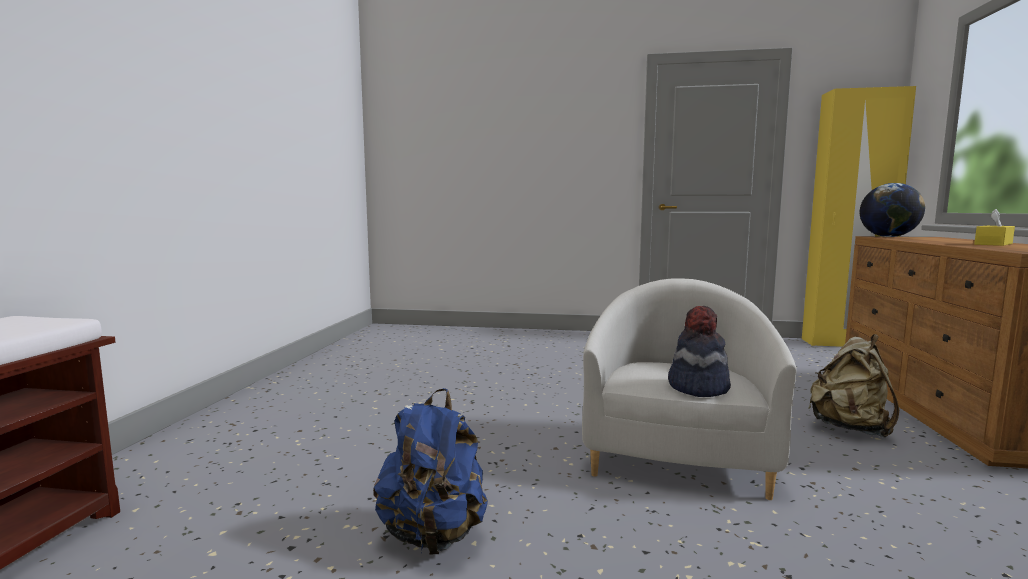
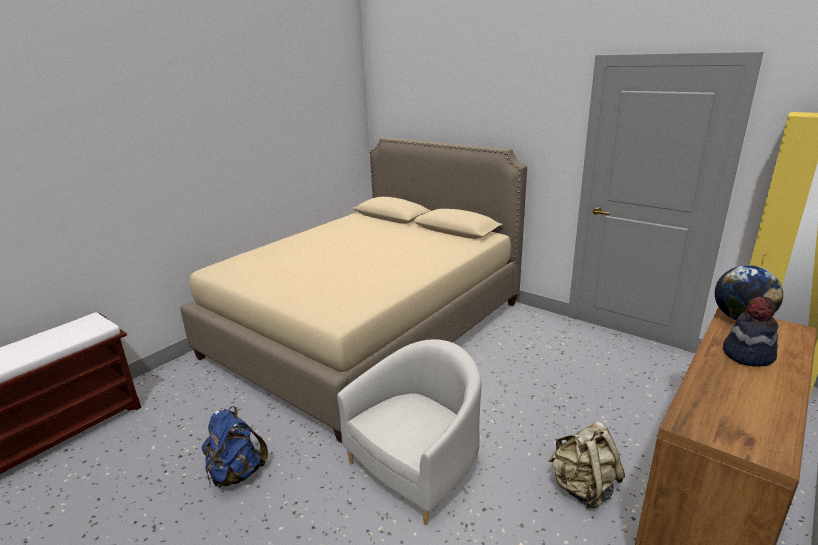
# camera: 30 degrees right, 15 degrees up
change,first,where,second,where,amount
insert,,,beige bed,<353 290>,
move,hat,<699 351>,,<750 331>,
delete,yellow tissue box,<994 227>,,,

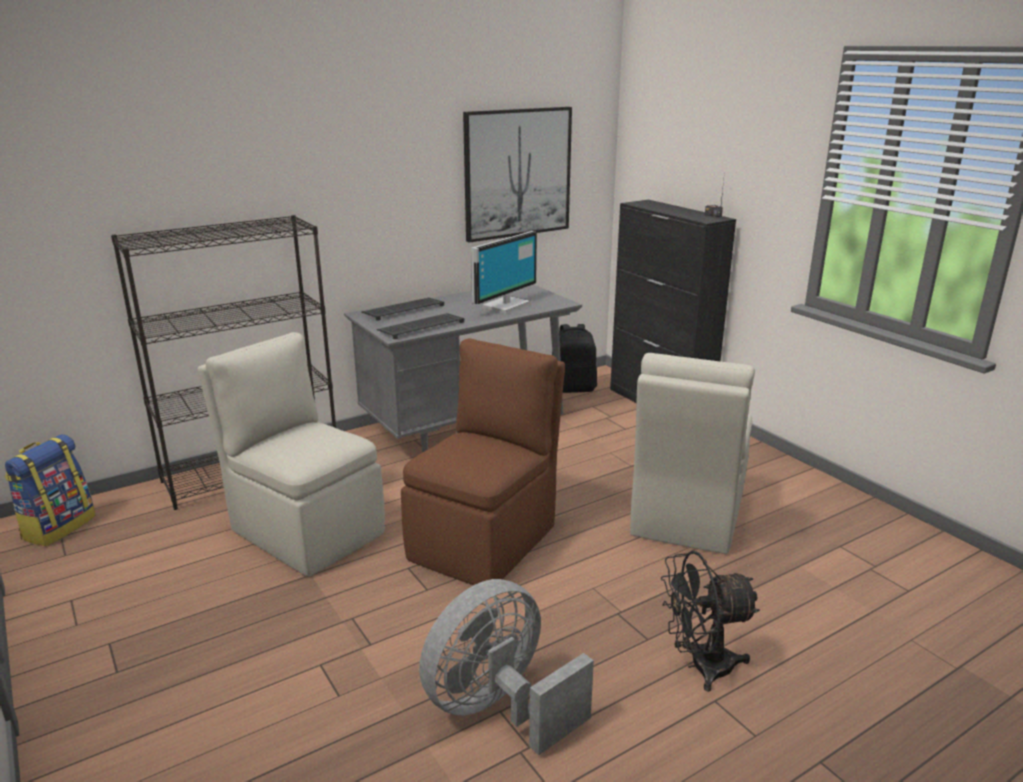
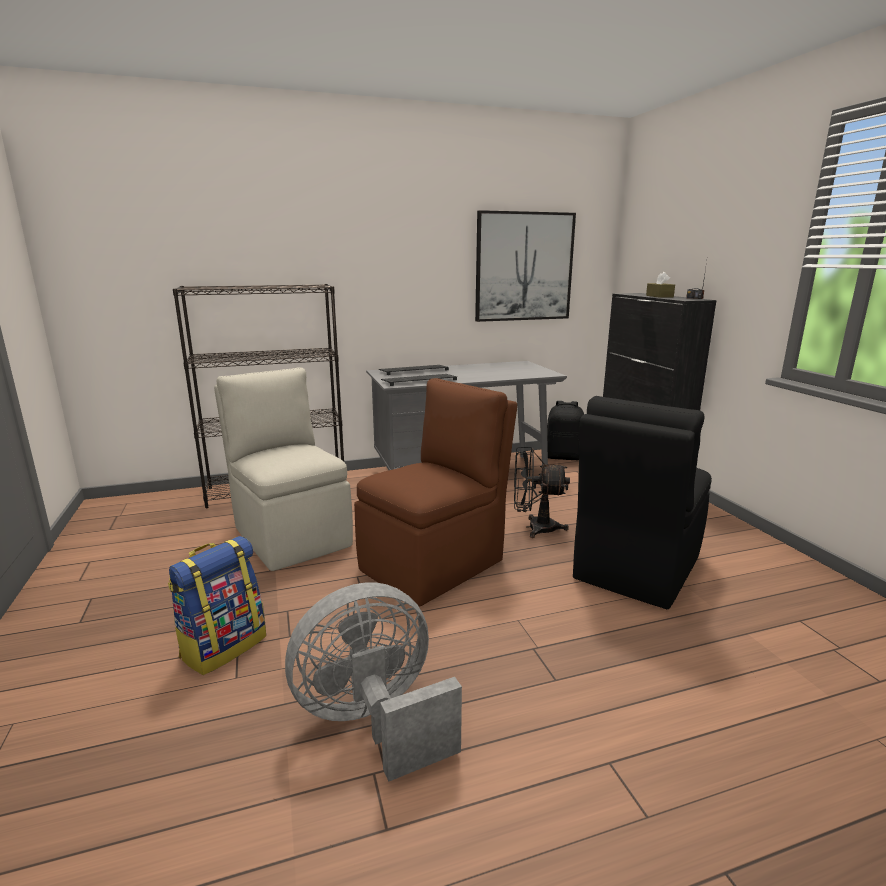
# camera: 15 degrees right, 5 degrees down
change,first,where,second,where,amount
move,backpack,<50 490>,,<217 605>,
move,black fan,<710 621>,,<542 492>,
recolor,beige chair,<692 453>,black chair,<642 502>,
insert,,,brown tissue box,<660 285>,
delete,monitor,<504 272>,,,

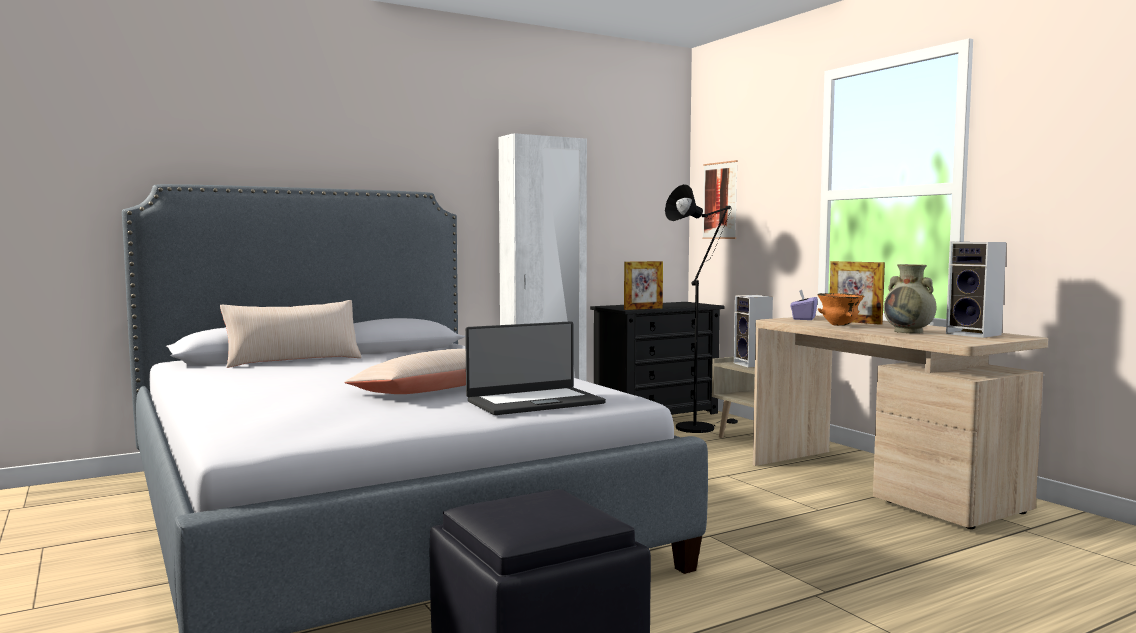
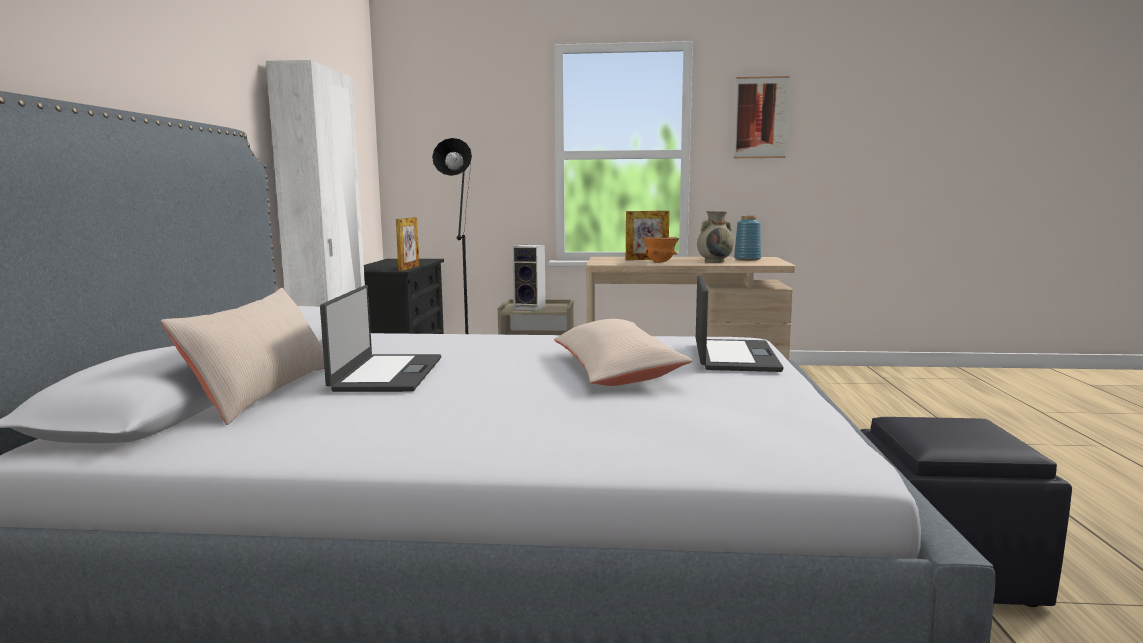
# camera: 55 degrees left, 5 degrees up
change,first,where,second,where,amount
insert,,,laptop,<380 338>,
move,picture,<720 199>,,<761 117>,
replace,speaker,<976 290>,blue vase,<747 238>,
delete,purple tissue box,<804 305>,,,

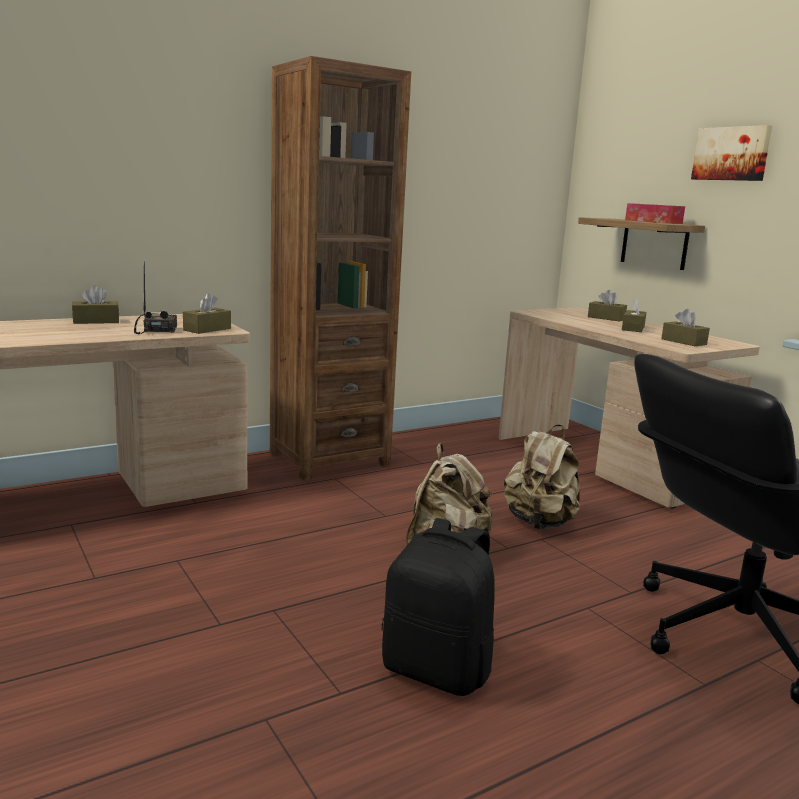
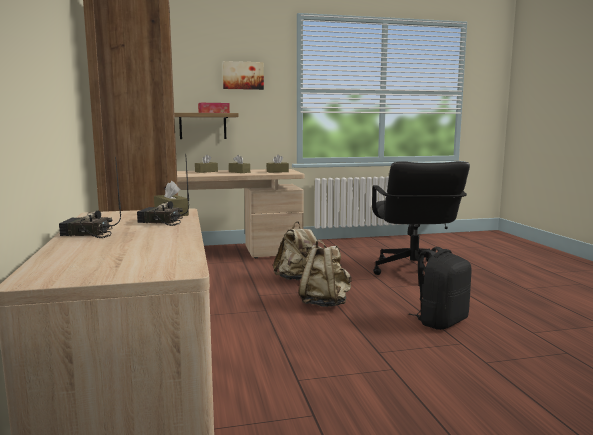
# camera: 70 degrees left, 5 degrees down
change,first,where,second,where,amount
replace,brown tissue box,<95 304>,radio,<90 197>,

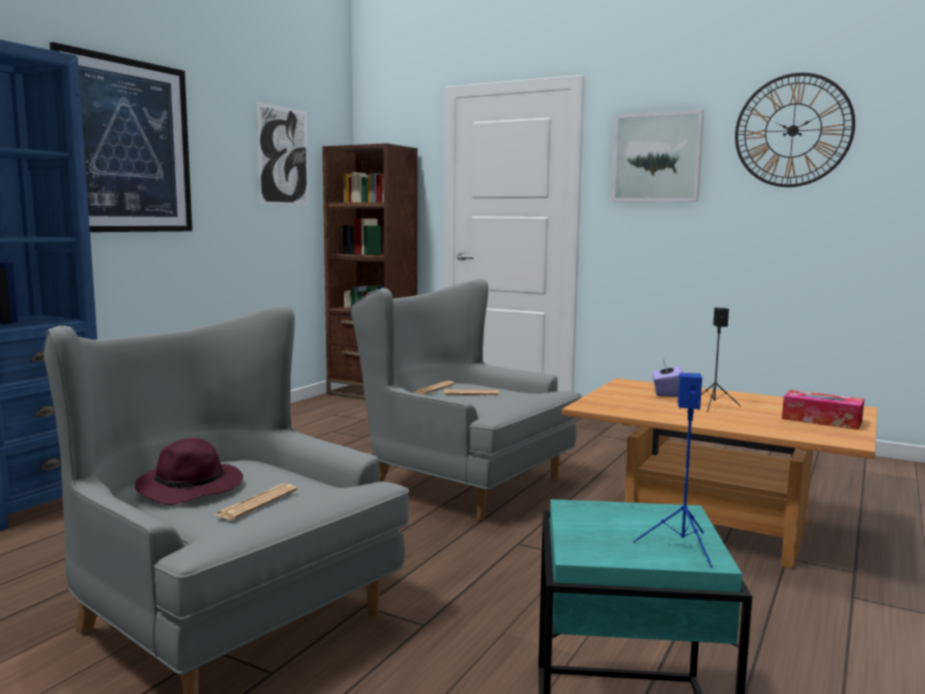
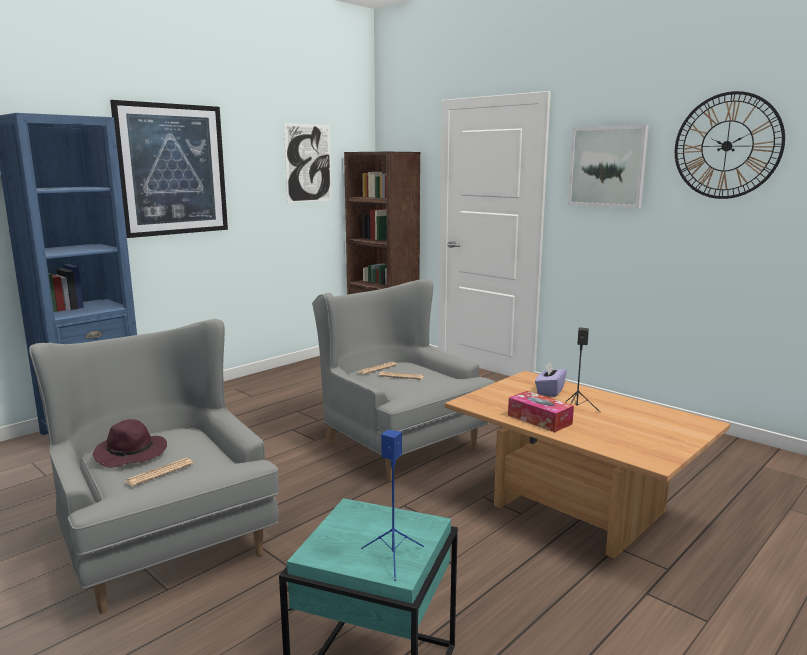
# camera: 15 degrees right, 5 degrees up
change,first,where,second,where,amount
move,tissue box,<823 410>,,<541 411>,

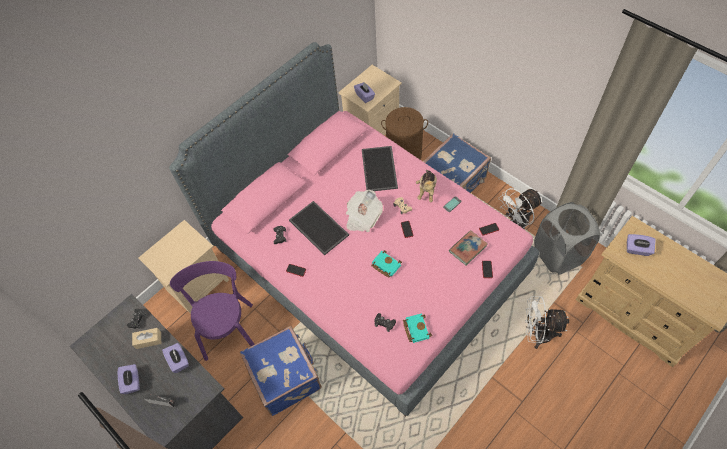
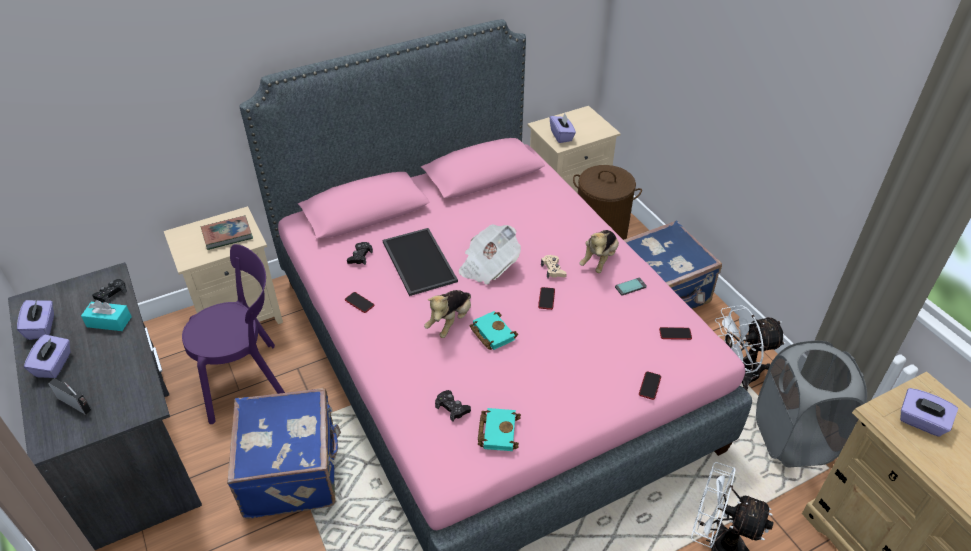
# camera: 15 degrees right, 15 degrees down
change,first,where,second,where,amount
move,purple tissue box,<175 358>,,<35 320>,
recolor,beige tissue box,<146 338>,turquoise tissue box,<106 315>,
rotate,purple chair,<212 311>,,<233 334>,60 degrees clockwise
move,book,<468 247>,,<227 232>,
insert,,,plush toy,<447 314>,
delete,tray,<380 168>,,,

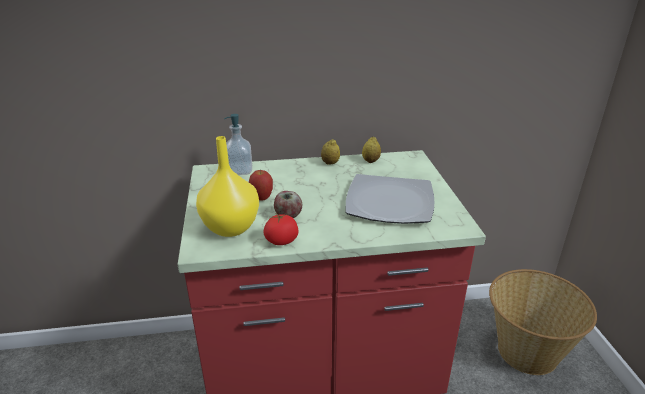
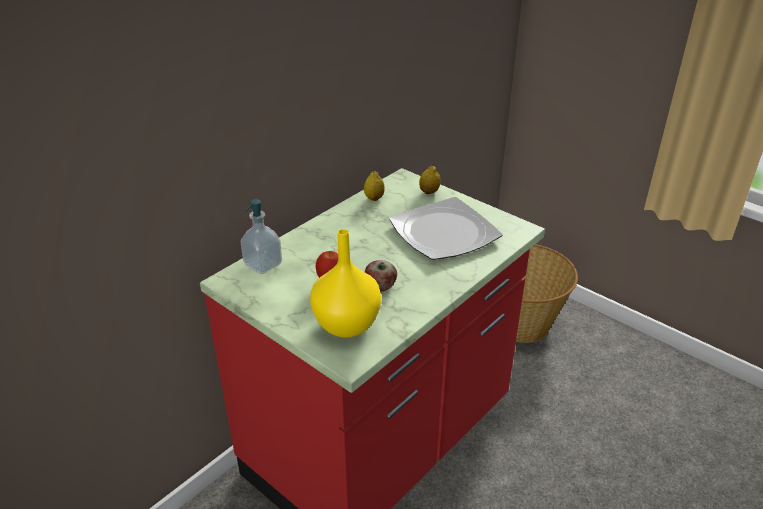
# camera: 40 degrees left, 5 degrees up
change,first,where,second,where,amount
move,lemon,<330 152>,,<430 180>,
delete,tomato,<281 229>,,,

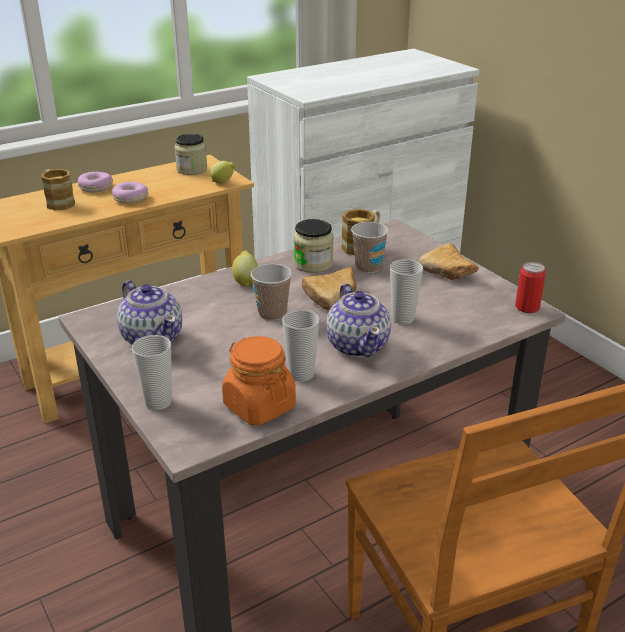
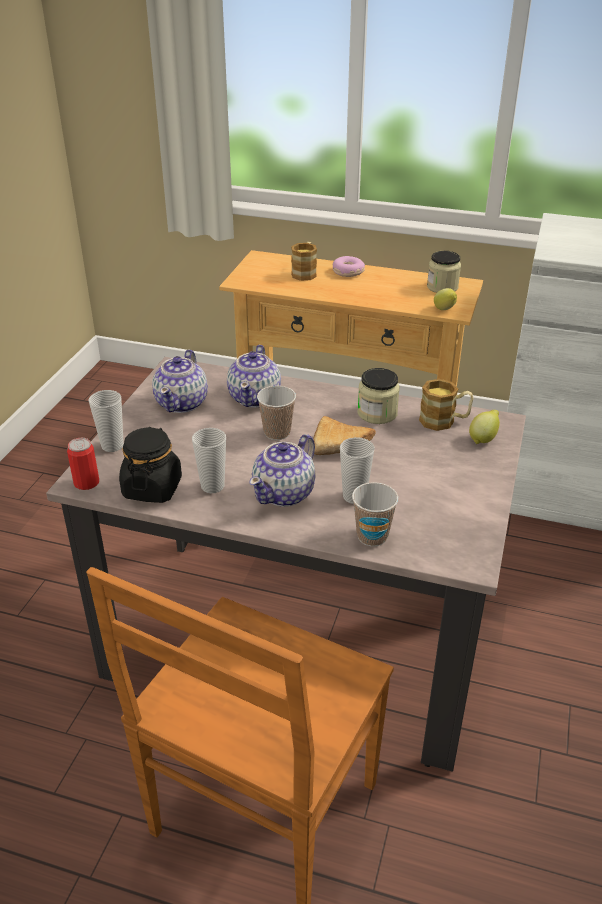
# camera: 50 degrees right, 5 degrees up
change,first,where,second,where,amount
move,can,<530 287>,,<83 464>,
recolor,orange jar,<259 380>,black jar,<150 465>,
insert,,,teapot,<254 376>,
move,cup,<370 247>,,<375 514>,
move,lemon,<245 268>,,<484 427>,
delete,donut,<130 193>,,,
delete,bread,<448 261>,,,

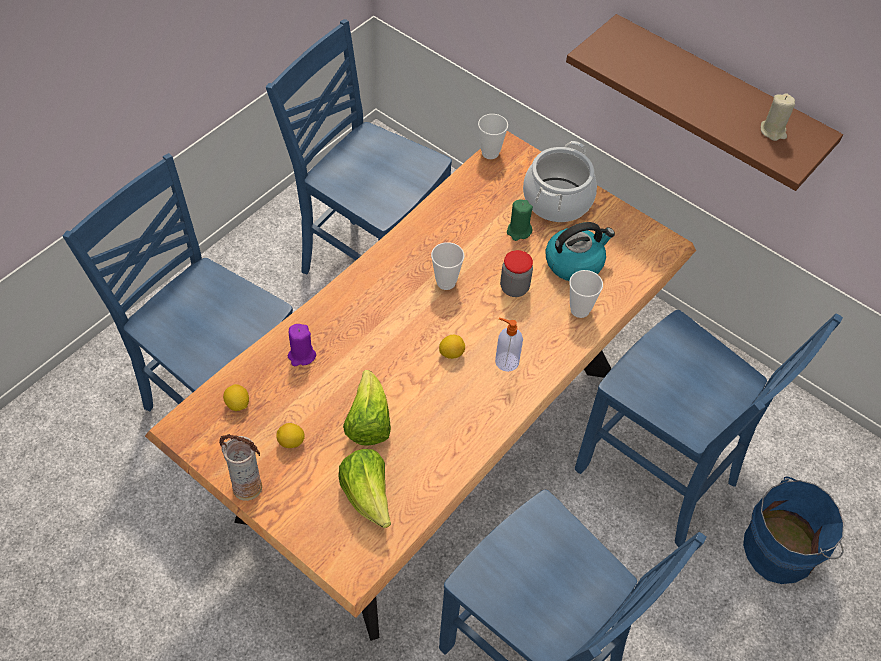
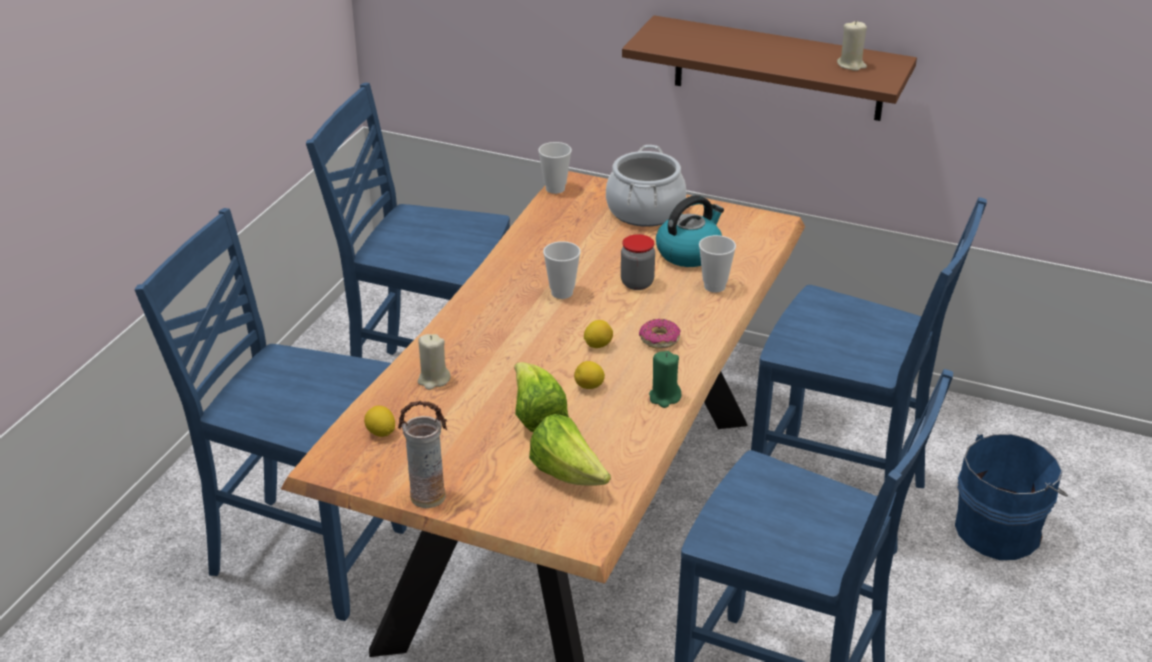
# camera: 15 degrees left, 20 degrees down
change,first,where,second,where,amount
recolor,purple candle,<302 345>,beige candle,<434 362>,
move,lemon,<290 435>,,<589 375>,
replace,soap dispenser,<509 345>,donut,<660 334>,
move,green candle,<520 220>,,<665 379>,

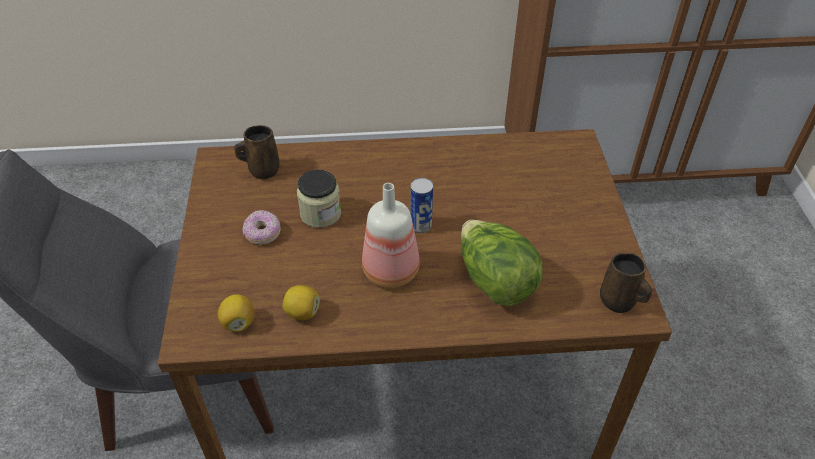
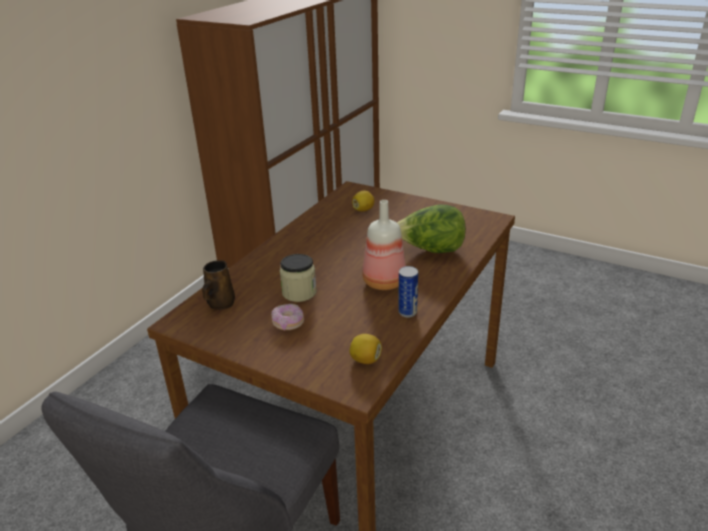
# camera: 55 degrees left, 15 degrees down
change,first,where,second,where,amount
move,lemon,<301 302>,,<363 201>,
move,can,<422 205>,,<408 291>,
delete,brown mug,<626 283>,,,

